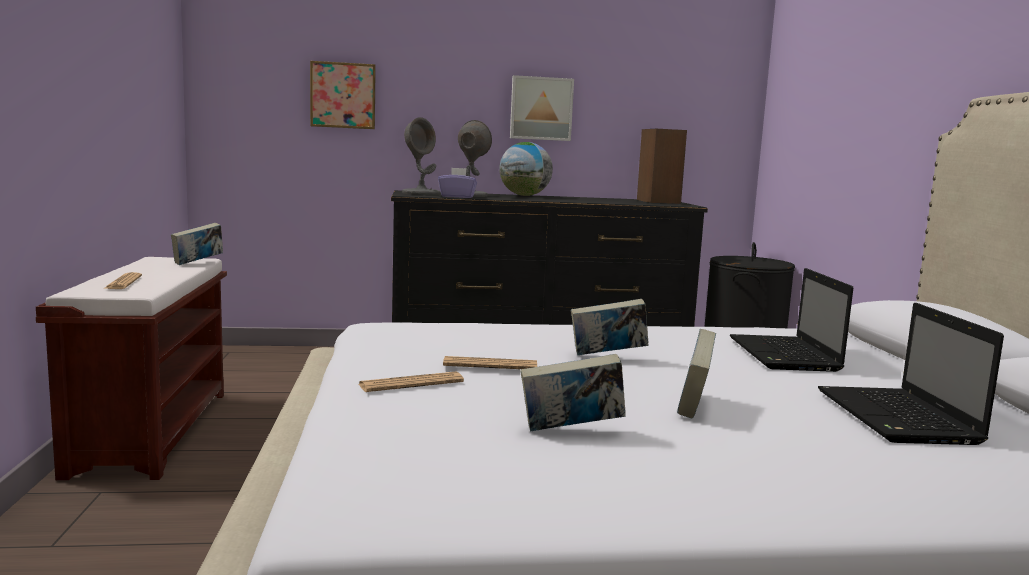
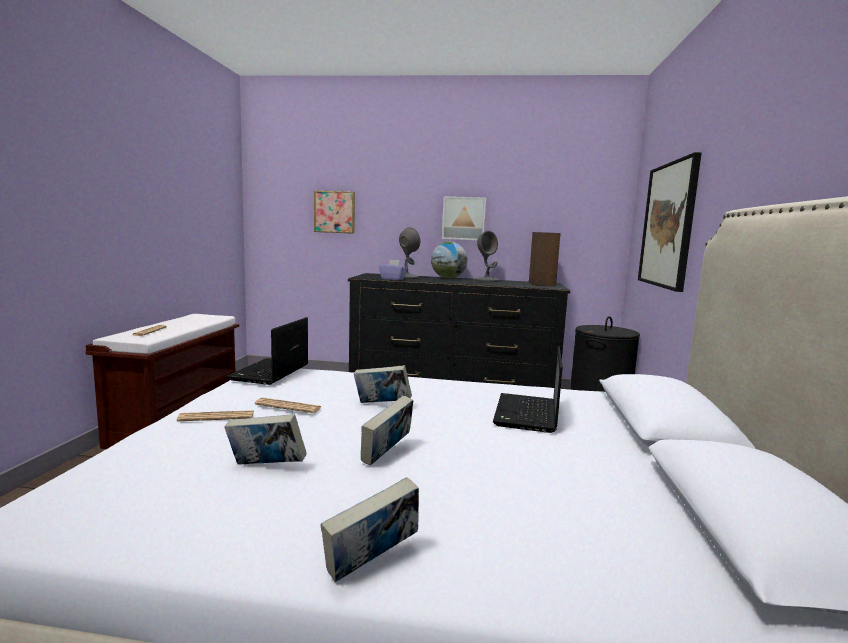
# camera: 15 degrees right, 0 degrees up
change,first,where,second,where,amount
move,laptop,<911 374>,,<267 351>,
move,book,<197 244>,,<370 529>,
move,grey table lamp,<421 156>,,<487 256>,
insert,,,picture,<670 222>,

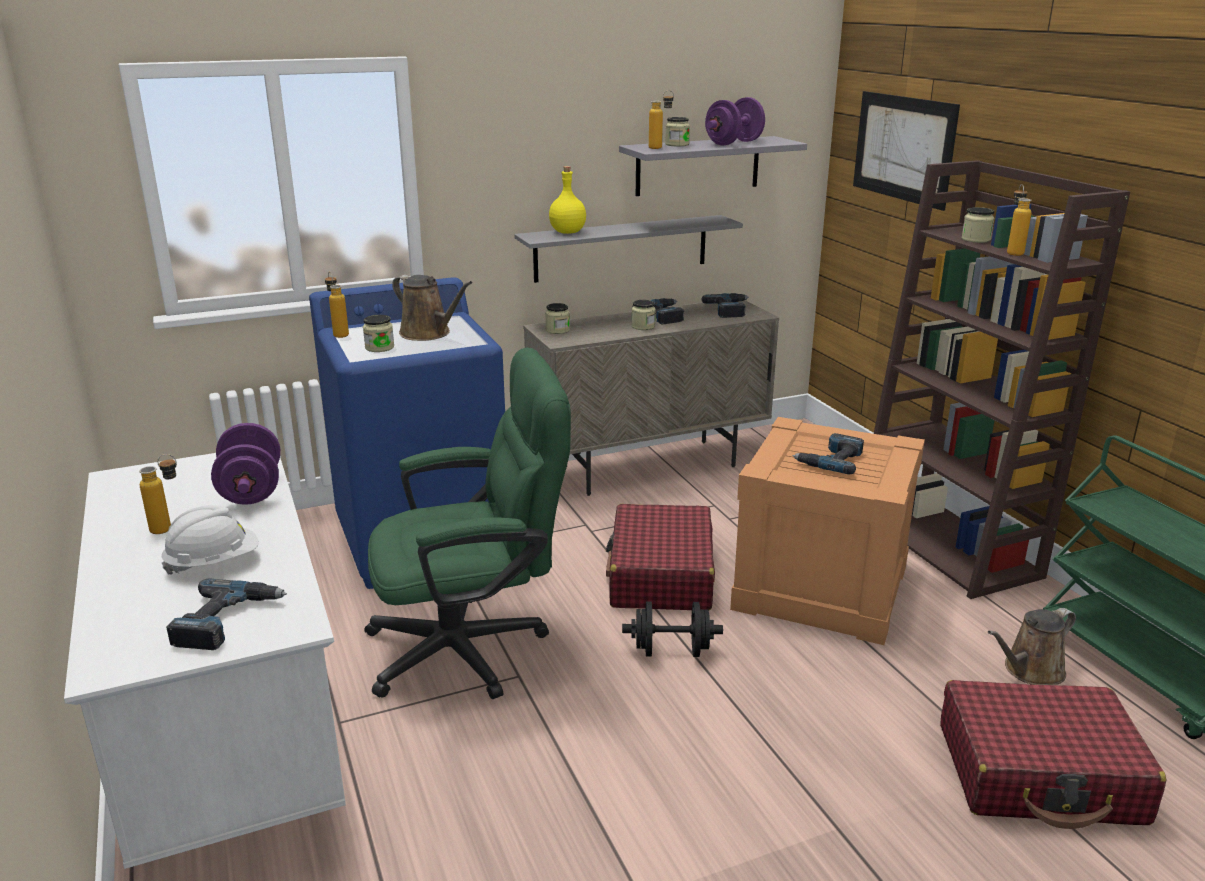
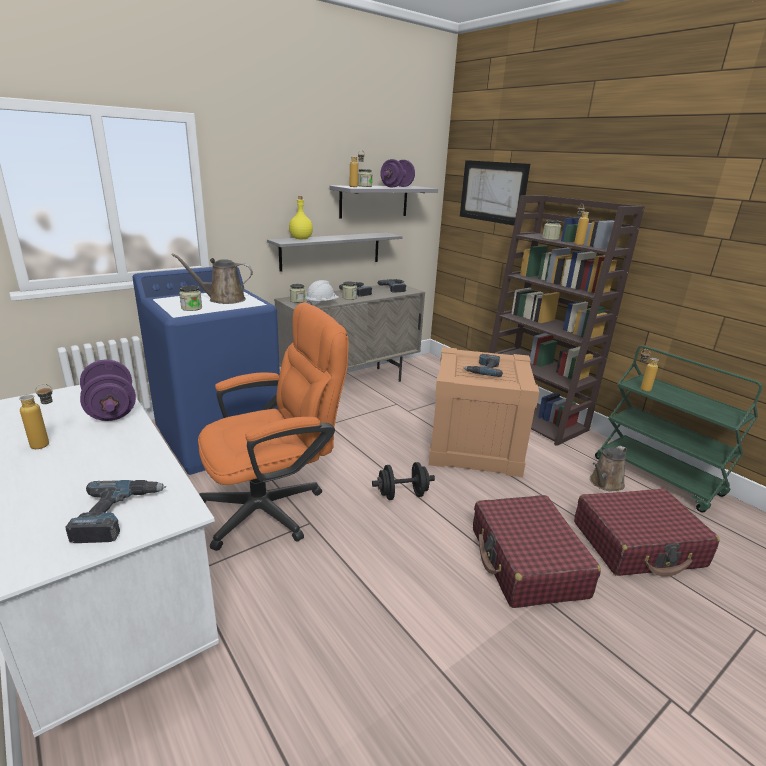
# camera: 15 degrees left, 0 degrees up
change,first,where,second,where,amount
rotate,brown watering can,<432 308>,,<212 278>,150 degrees clockwise
recolor,green office chair,<467 523>,orange office chair,<273 426>,
move,white hard hat,<210 540>,,<322 292>,
move,red suitcase,<660 557>,,<537 551>,
move,bottle,<337 305>,,<650 370>,

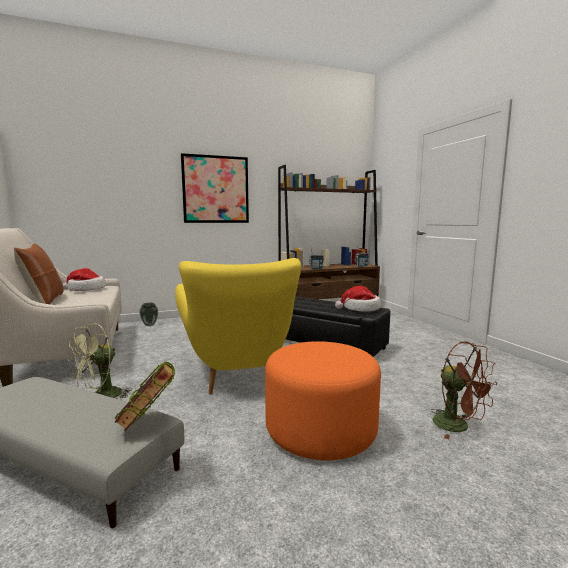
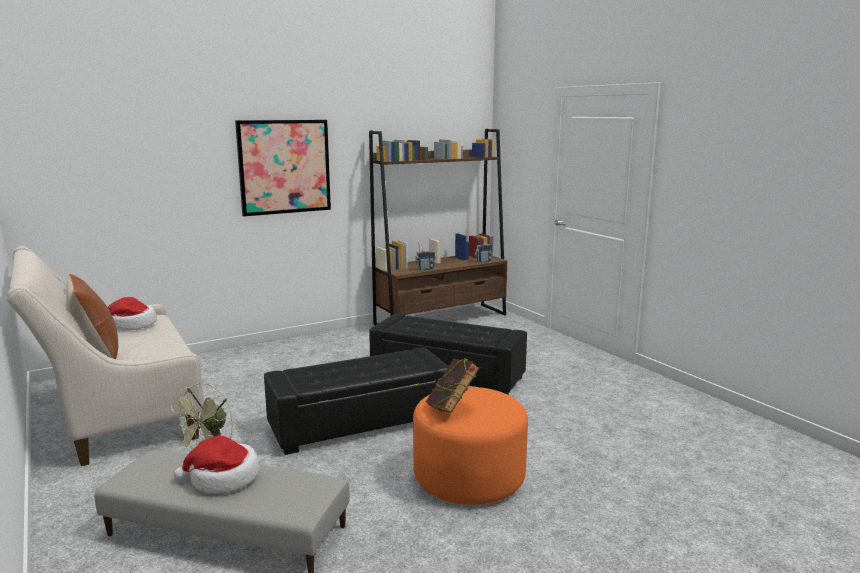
# camera: 10 degrees left, 5 degrees up
change,first,where,second,where,amount
move,hat,<358 299>,,<216 465>,
replace,yellow armchair,<238 326>,black ottoman,<356 401>,
move,book,<144 396>,,<453 385>,
delete,vase,<148 314>,,,
delete,brown fan,<464 390>,,,

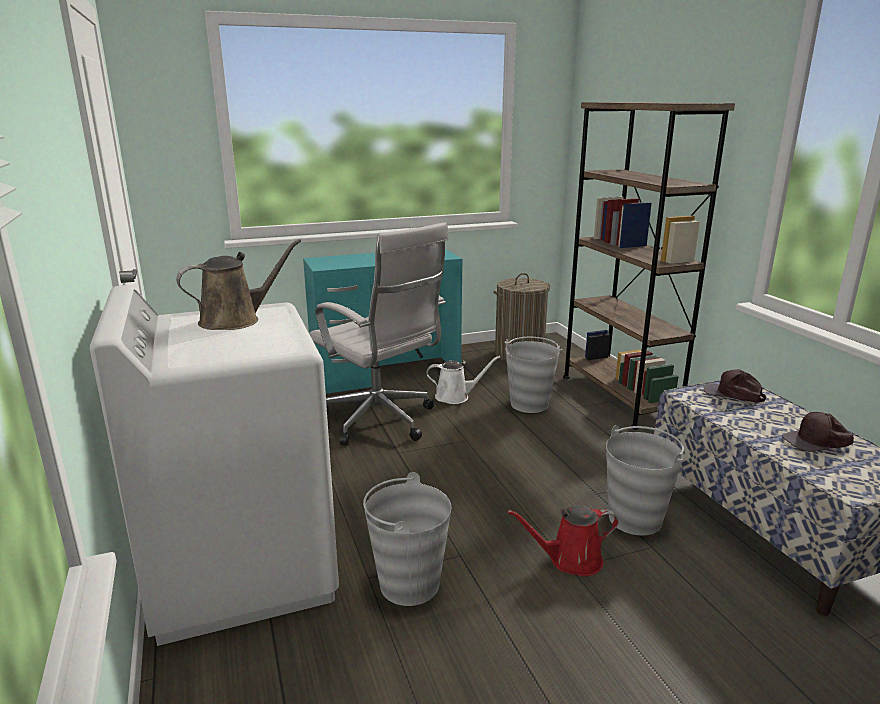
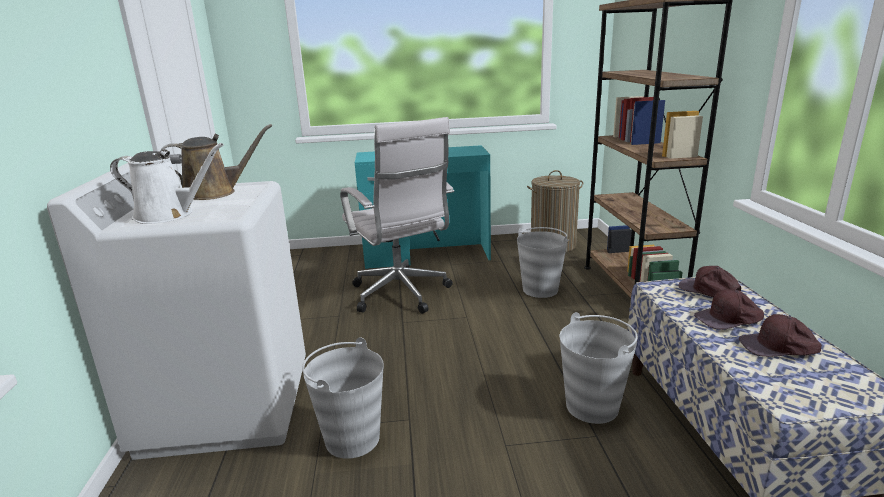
# camera: 15 degrees right, 0 degrees up
change,first,where,second,where,amount
move,white watering can,<463 380>,,<167 183>,
insert,,,brown cap,<729 309>,
delete,red watering can,<563 540>,,,

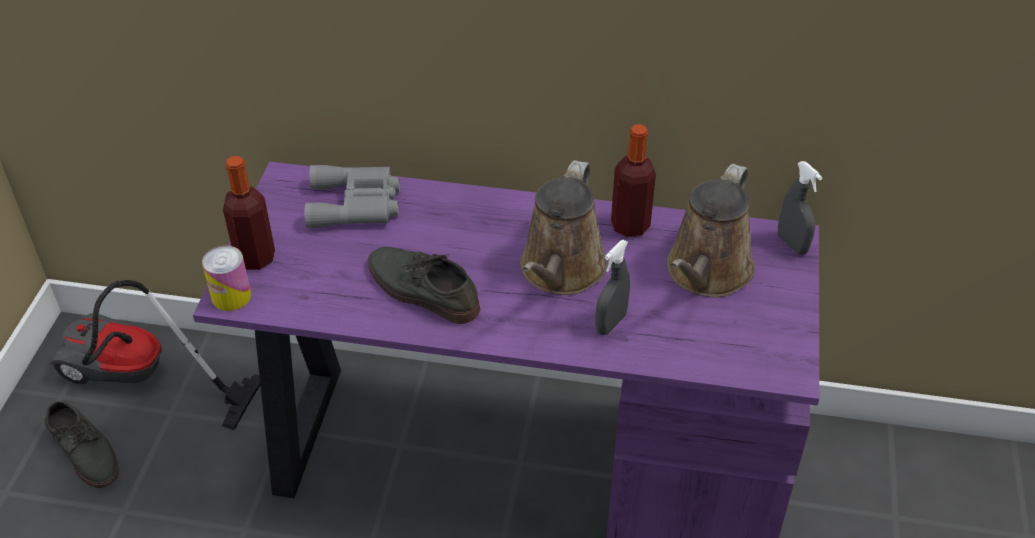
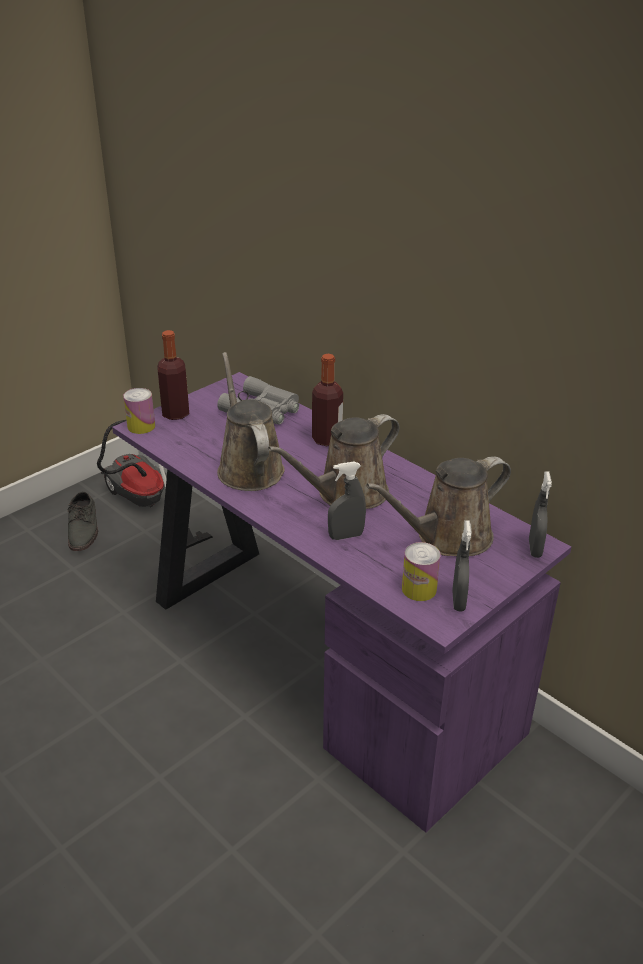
# camera: 35 degrees right, 10 degrees down
change,first,where,second,where,amount
replace,grey shoe,<424 285>,brown watering can,<251 421>,
move,bottle,<633 180>,,<327 400>,
insert,,,can,<421 571>,
insert,,,grey spray bottle,<462 566>,

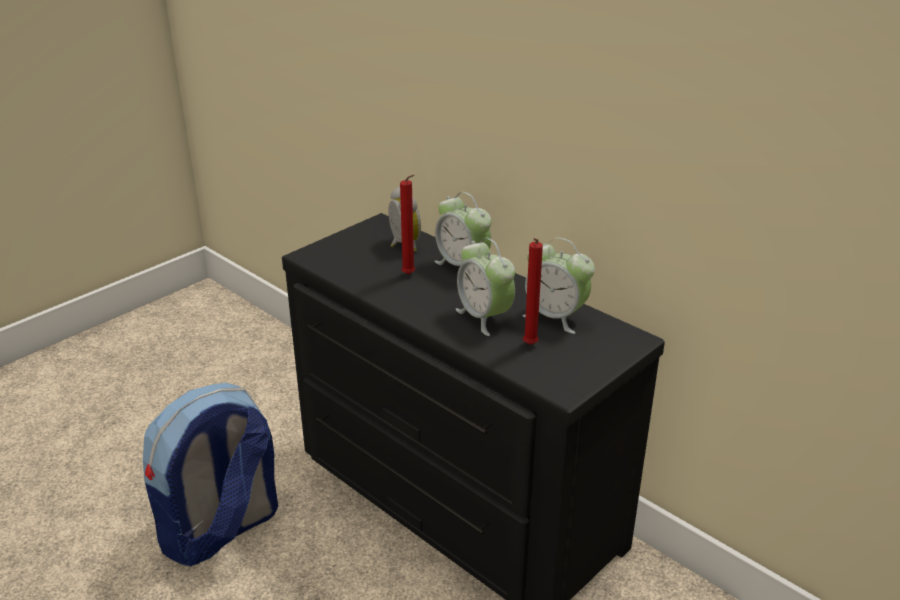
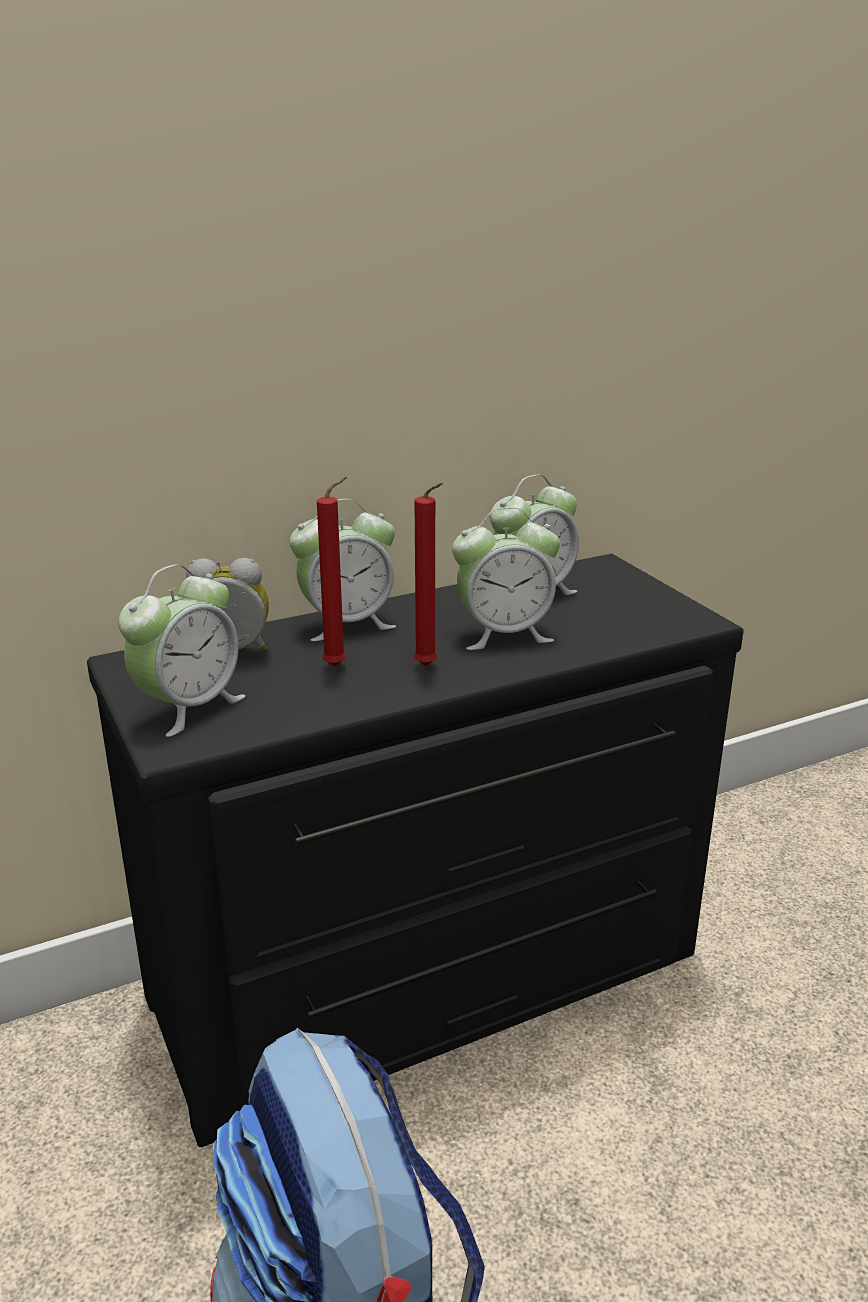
# camera: 70 degrees left, 5 degrees down
change,first,where,second,where,amount
insert,,,alarm clock,<181 650>,
move,red candle,<533 291>,,<428 574>,

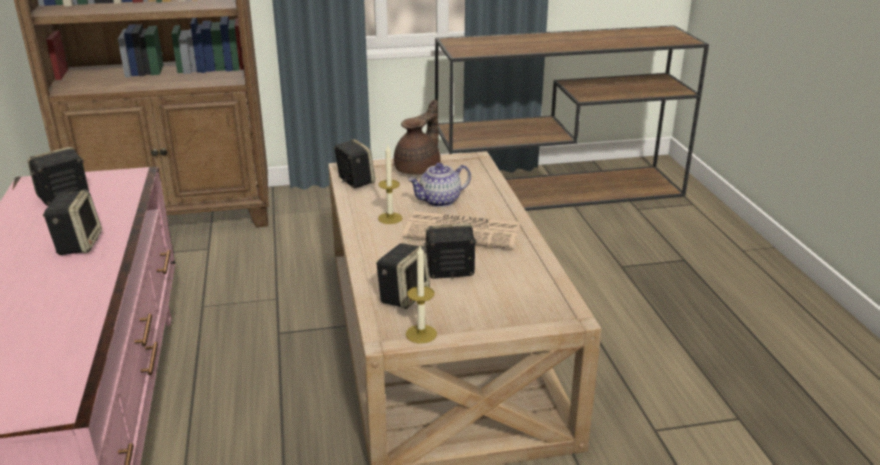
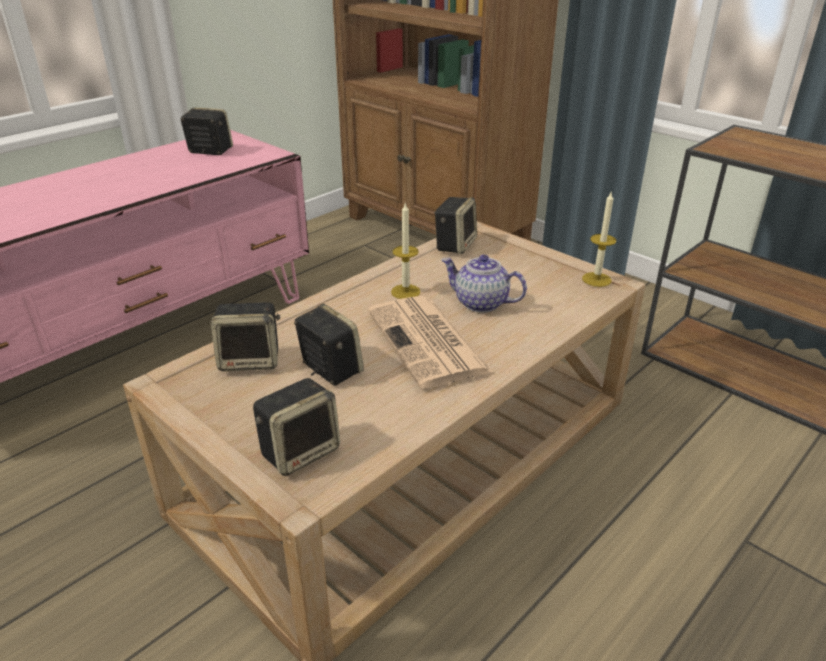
# camera: 55 degrees right, 5 degrees up
change,first,where,second,where,amount
move,speaker,<72 222>,,<296 427>,
move,candle,<421 294>,,<599 239>,
delete,brown teapot,<417 137>,,,

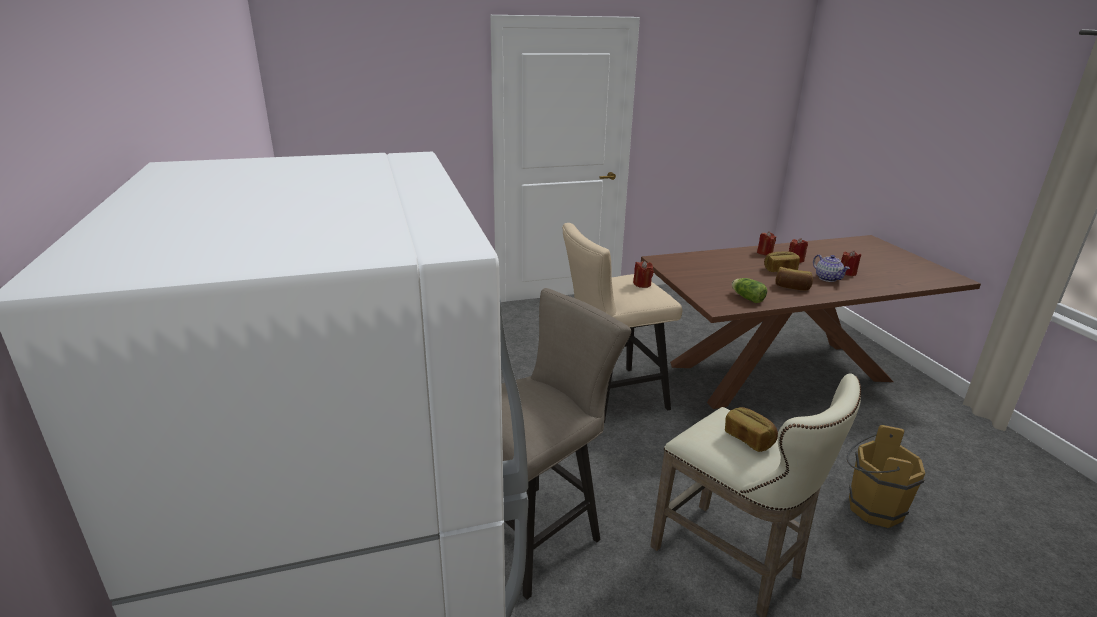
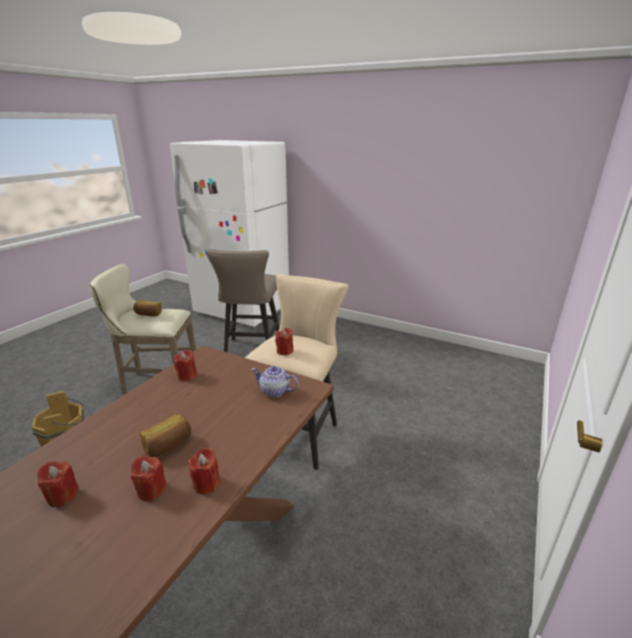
# camera: 135 degrees right, 0 degrees up
change,first,where,second,where,amount
replace,lettuce,<749 290>,red candle,<185 365>,
move,teapot,<831 268>,,<274 382>,
delete,bread,<794 278>,,,

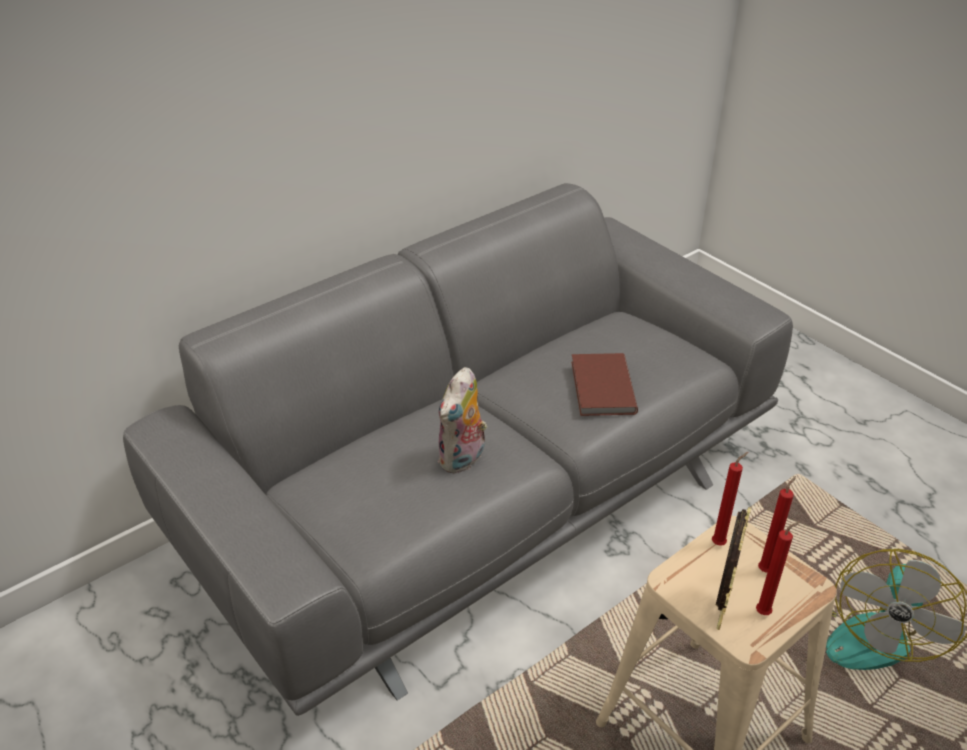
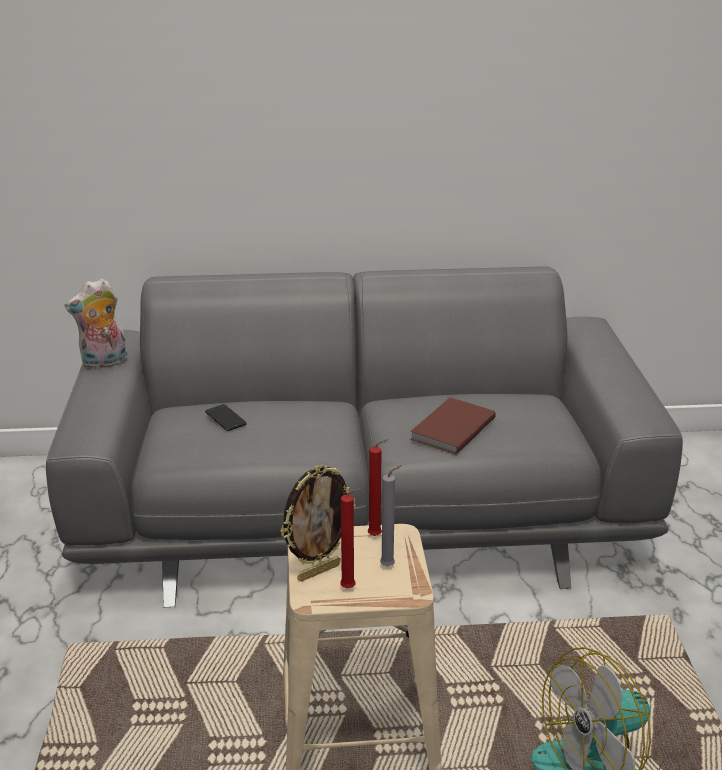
# camera: 35 degrees right, 10 degrees down
change,first,where,second,where,amount
move,plush toy,<462 420>,,<96 323>,
insert,,,phone,<226 417>,
recolor,red candle,<777 524>,grey candle,<391 516>,

